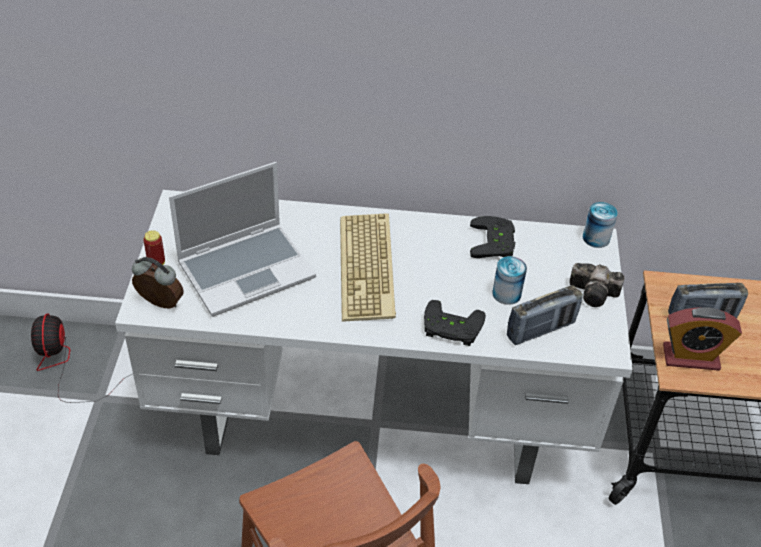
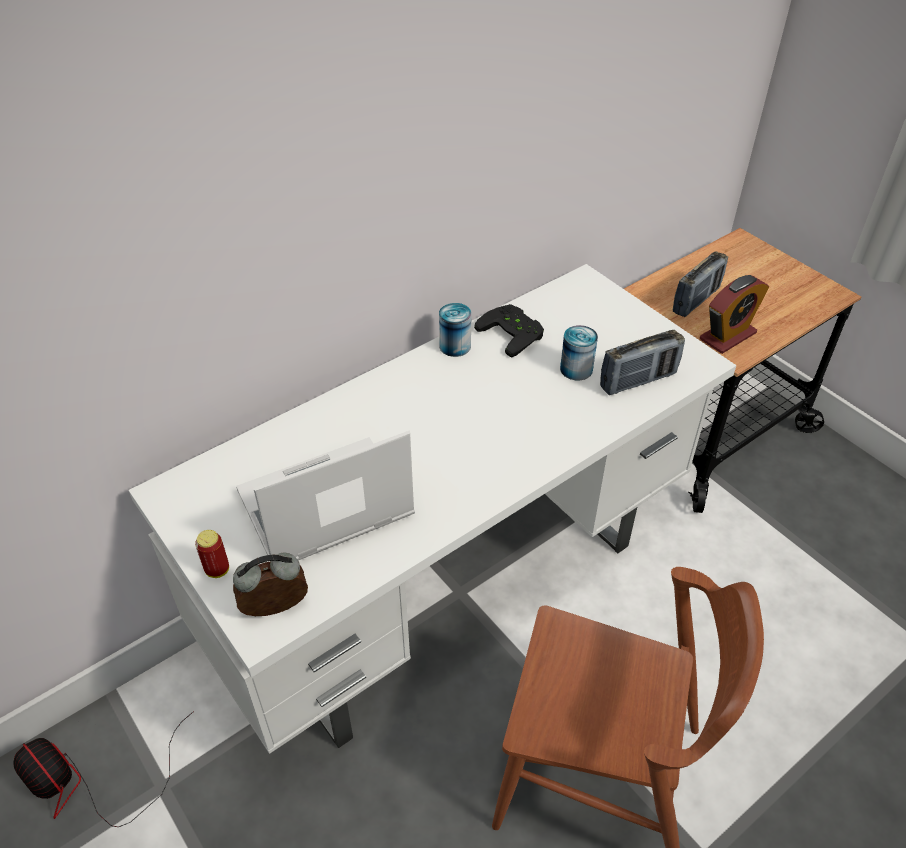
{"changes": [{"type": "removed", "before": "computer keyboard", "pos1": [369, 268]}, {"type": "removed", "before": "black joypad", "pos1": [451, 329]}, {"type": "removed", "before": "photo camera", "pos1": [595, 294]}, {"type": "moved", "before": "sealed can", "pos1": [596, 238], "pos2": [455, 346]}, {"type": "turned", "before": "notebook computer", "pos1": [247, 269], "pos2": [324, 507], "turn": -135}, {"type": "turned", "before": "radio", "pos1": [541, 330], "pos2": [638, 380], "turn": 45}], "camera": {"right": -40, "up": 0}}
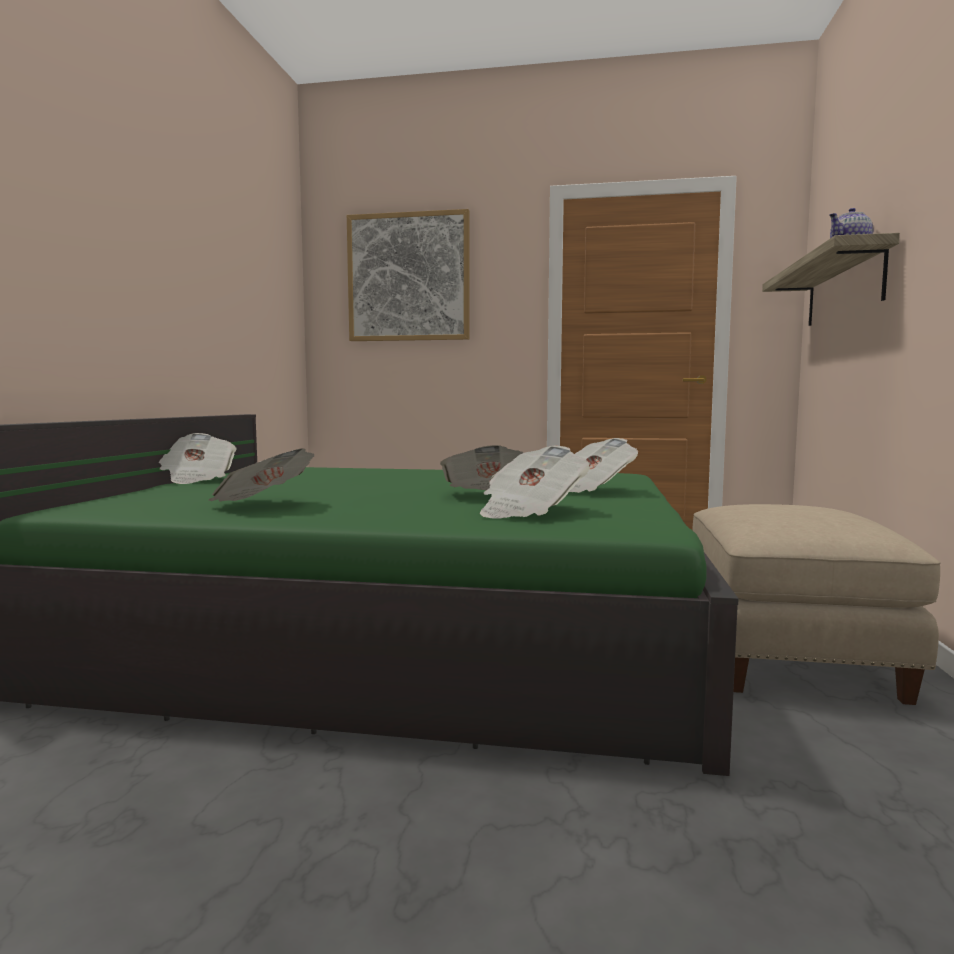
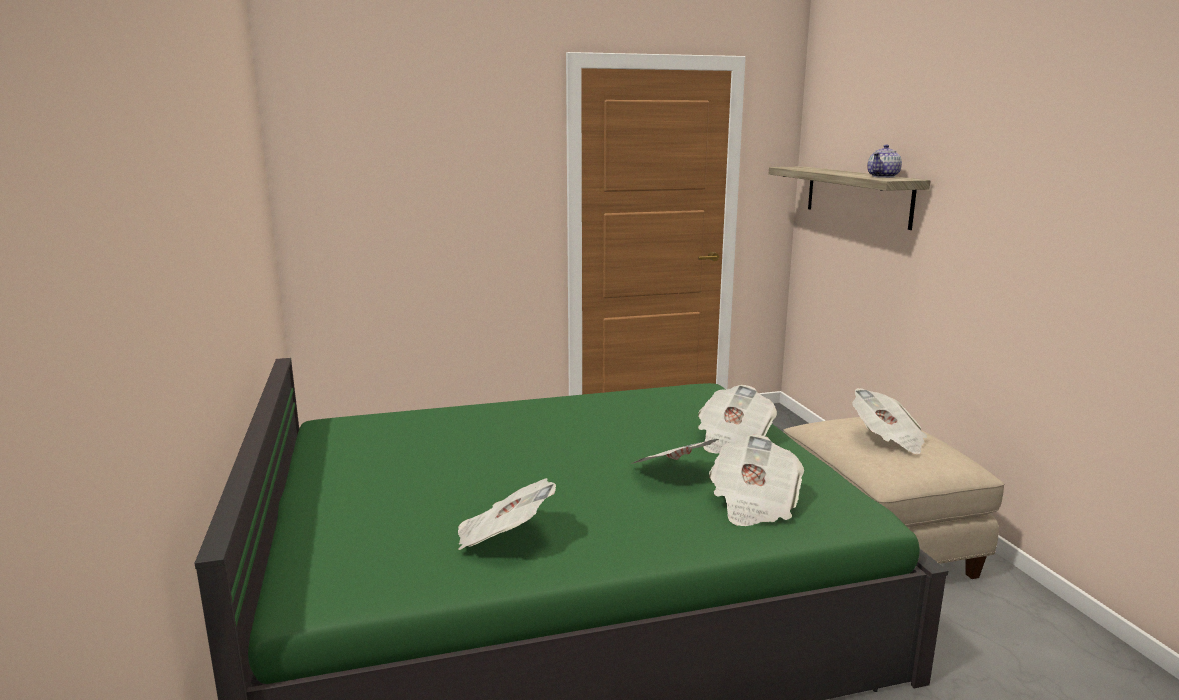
{"changes": [{"type": "removed", "before": "wall art", "pos1": [408, 277]}, {"type": "moved", "before": "printed paper", "pos1": [196, 479], "pos2": [888, 440]}], "camera": {"right": -25, "up": 10}}
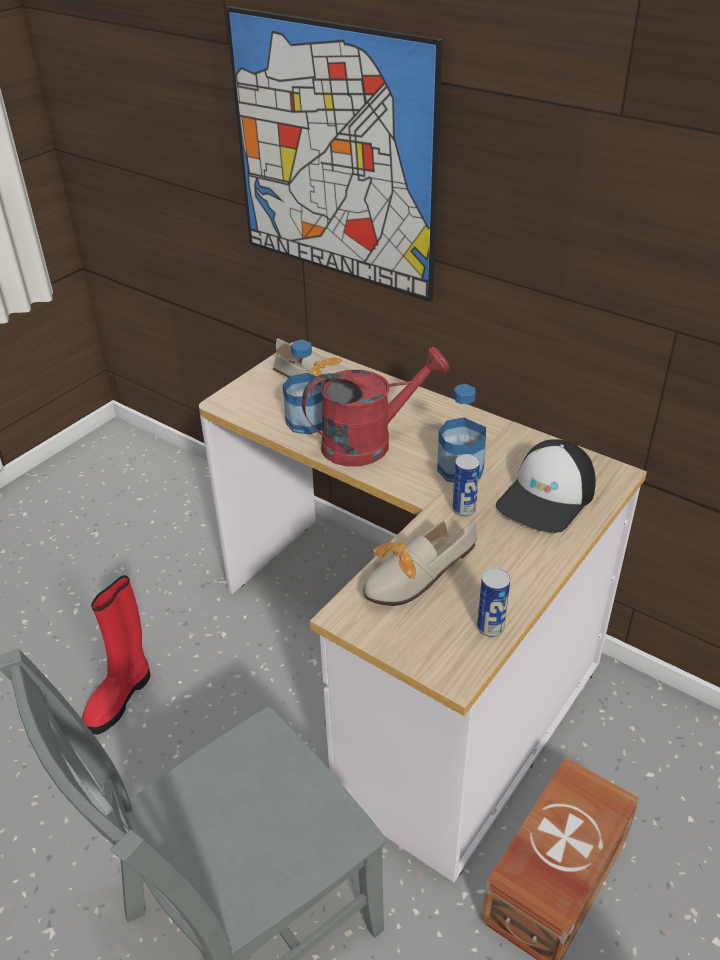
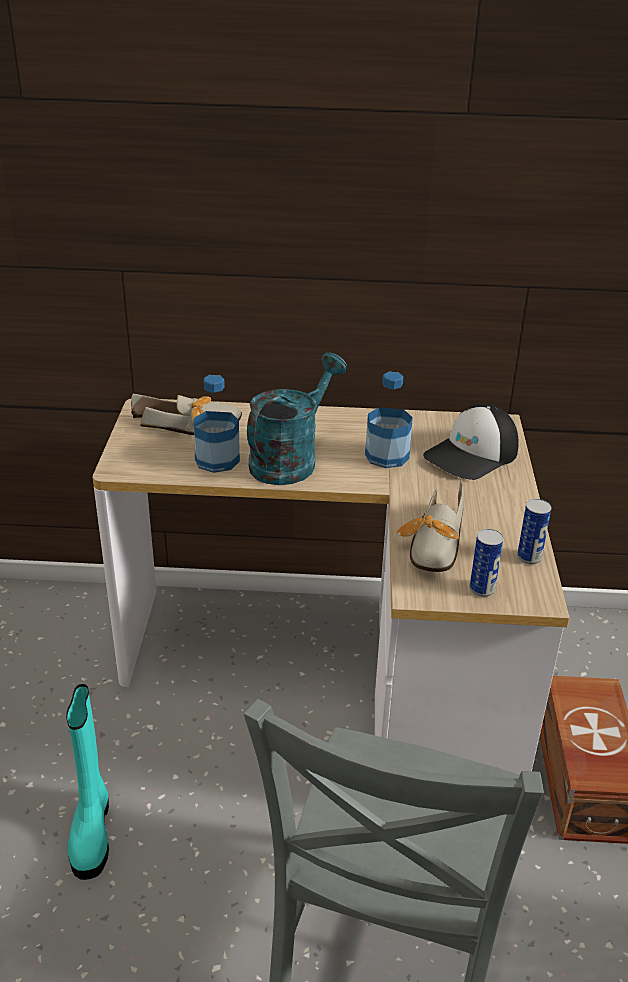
{"changes": [{"type": "removed", "before": "wall art", "pos1": [333, 156]}, {"type": "moved", "before": "sealed can", "pos1": [464, 509], "pos2": [482, 589]}, {"type": "recoloured", "before": "red-coloured high-top boot", "after": "turquoise-coloured high-top boot", "pos1": [120, 697], "pos2": [92, 831]}, {"type": "recoloured", "before": "red-coloured sprinkling can", "after": "turquoise-coloured sprinkling can", "pos1": [368, 442], "pos2": [290, 459]}, {"type": "turned", "before": "baseball cap", "pos1": [547, 498], "pos2": [472, 455], "turn": 45}], "camera": {"right": -35, "up": -5}}
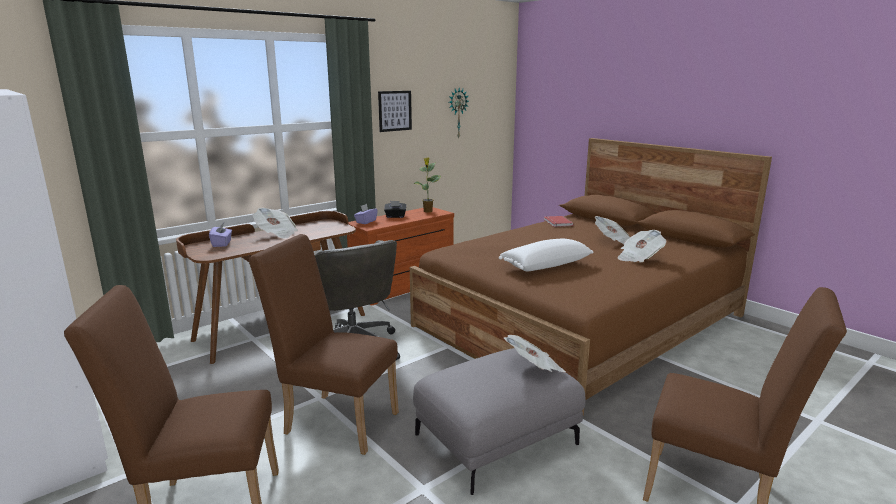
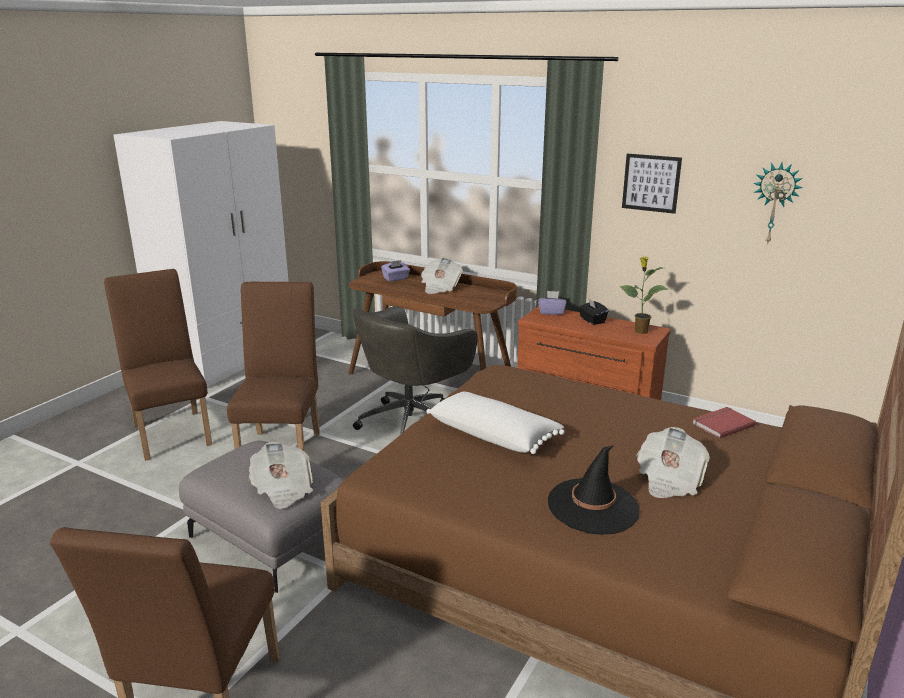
{"changes": [{"type": "replaced", "before": "printed paper", "after": "black hat", "pos1": [639, 258], "pos2": [593, 506]}], "camera": {"right": 70, "up": 5}}
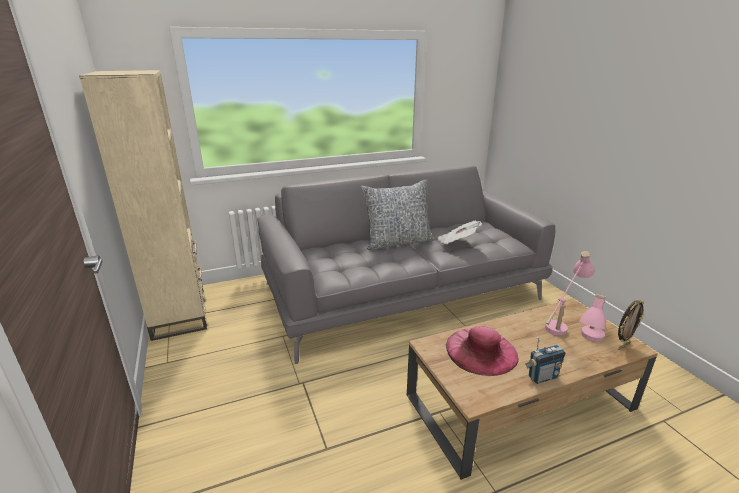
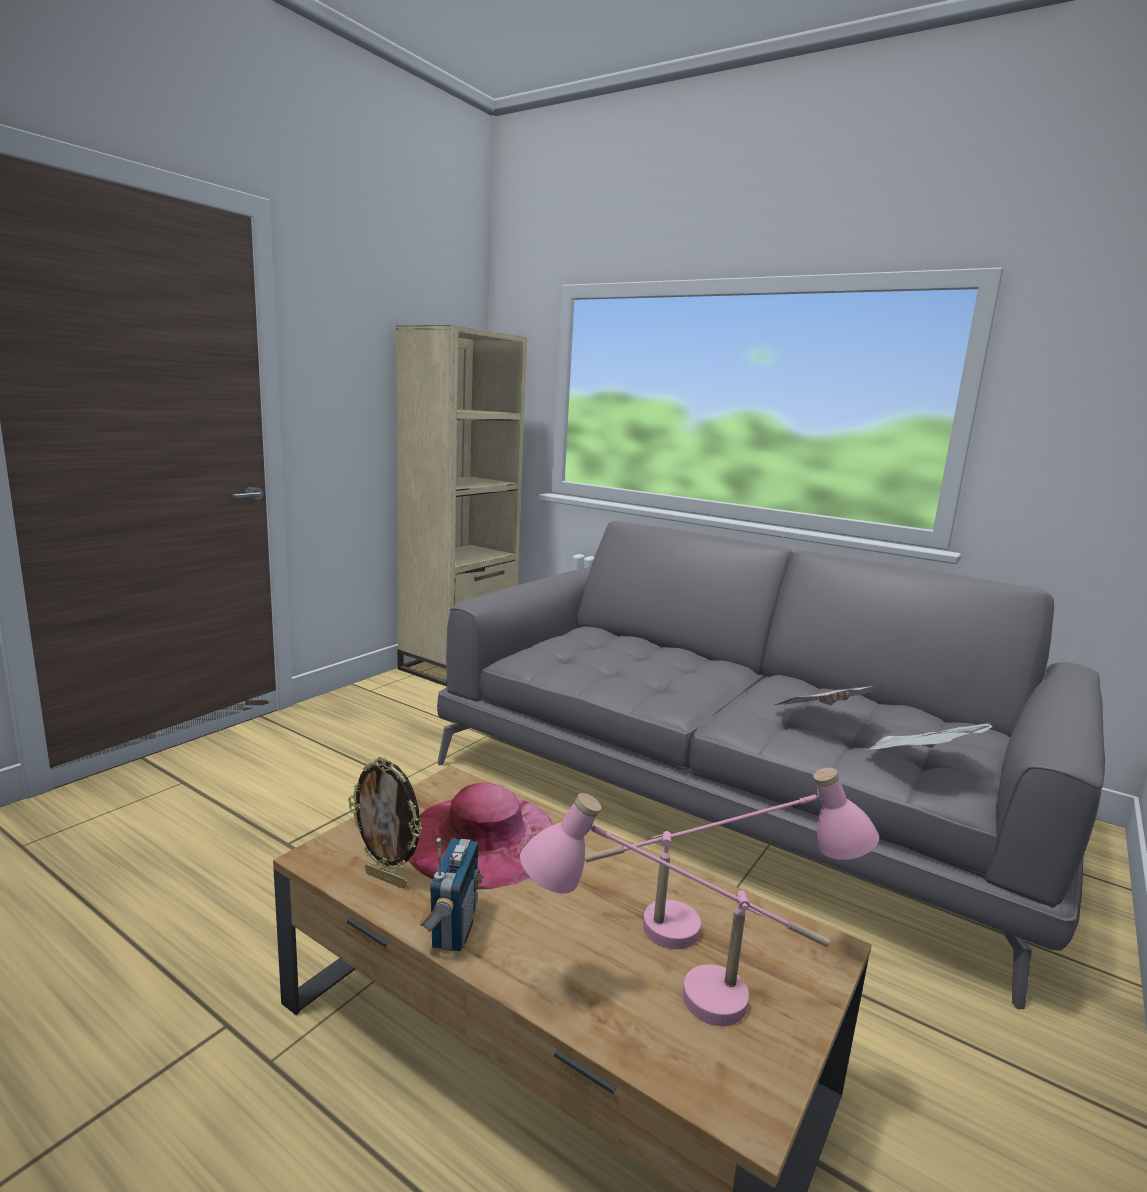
{"changes": [{"type": "removed", "before": "cushion", "pos1": [397, 242]}, {"type": "added", "after": "printed paper", "pos2": [919, 764]}, {"type": "moved", "before": "standing frame", "pos1": [622, 346], "pos2": [387, 879]}, {"type": "turned", "before": "radio", "pos1": [542, 377], "pos2": [452, 929], "turn": -120}], "camera": {"right": 55, "up": -10}}
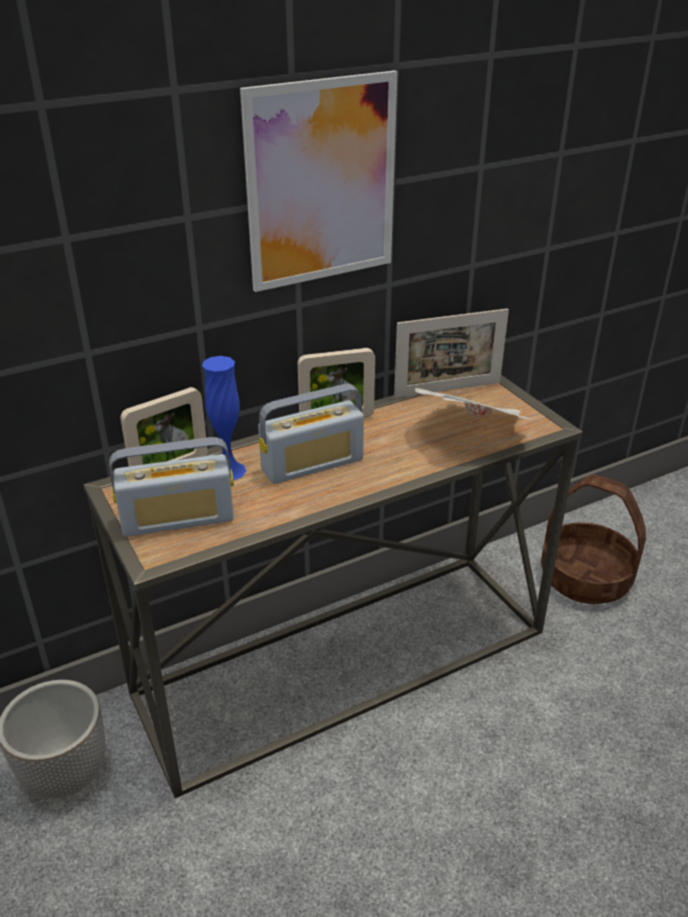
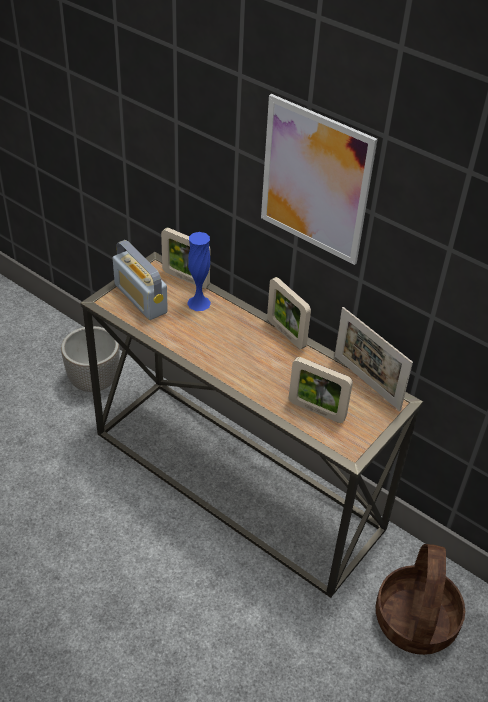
{"changes": [{"type": "removed", "before": "radio", "pos1": [312, 464]}, {"type": "replaced", "before": "printed paper", "after": "standing frame", "pos1": [475, 432], "pos2": [316, 411]}], "camera": {"right": 65, "up": 10}}
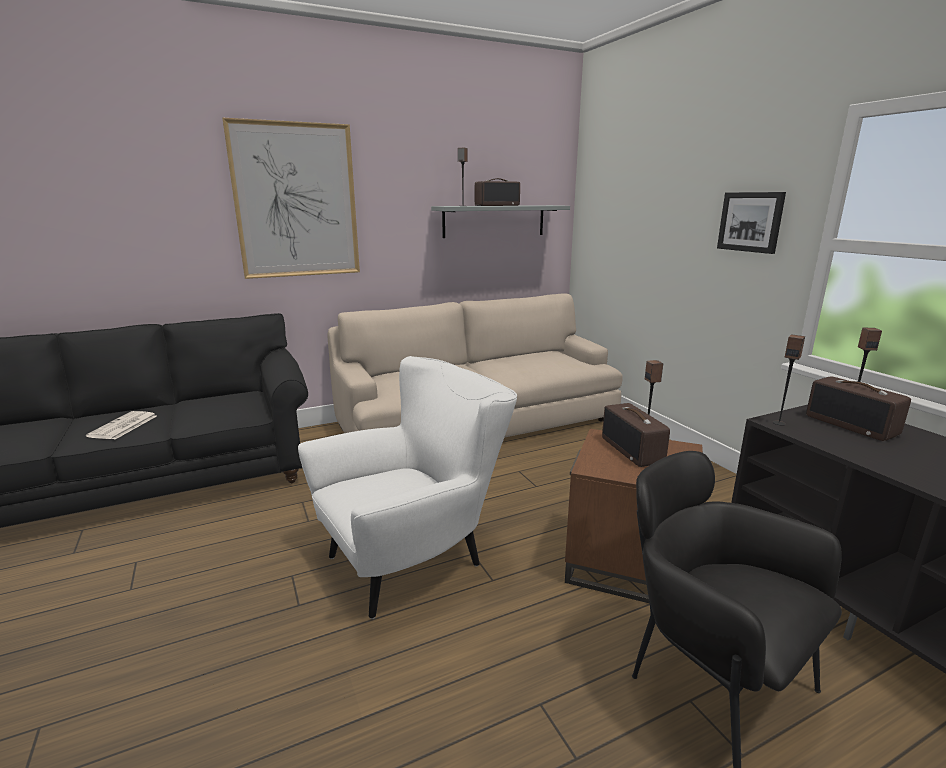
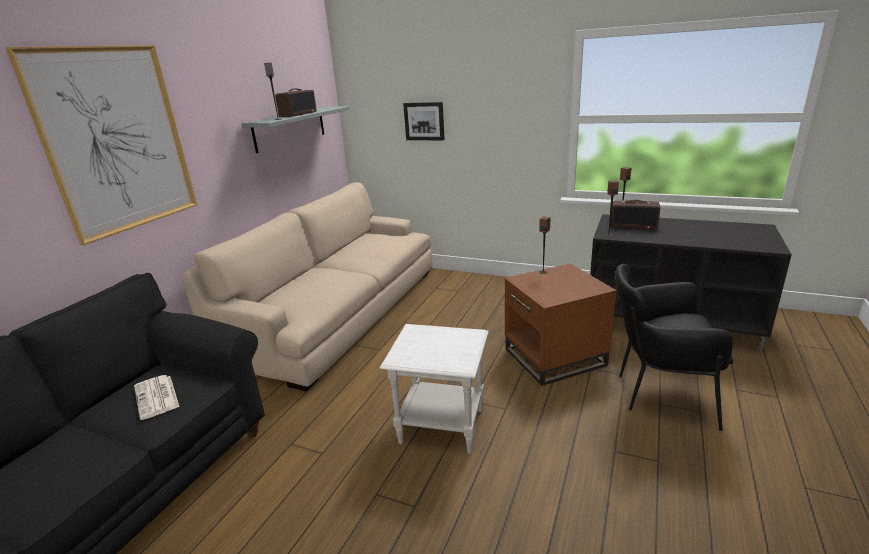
{"changes": [{"type": "removed", "before": "radio", "pos1": [633, 450]}, {"type": "moved", "before": "printed paper", "pos1": [123, 426], "pos2": [157, 397]}, {"type": "moved", "before": "wall art", "pos1": [750, 222], "pos2": [424, 121]}, {"type": "replaced", "before": "white armchair", "after": "white end table", "pos1": [415, 558], "pos2": [443, 426]}], "camera": {"right": -40, "up": 5}}
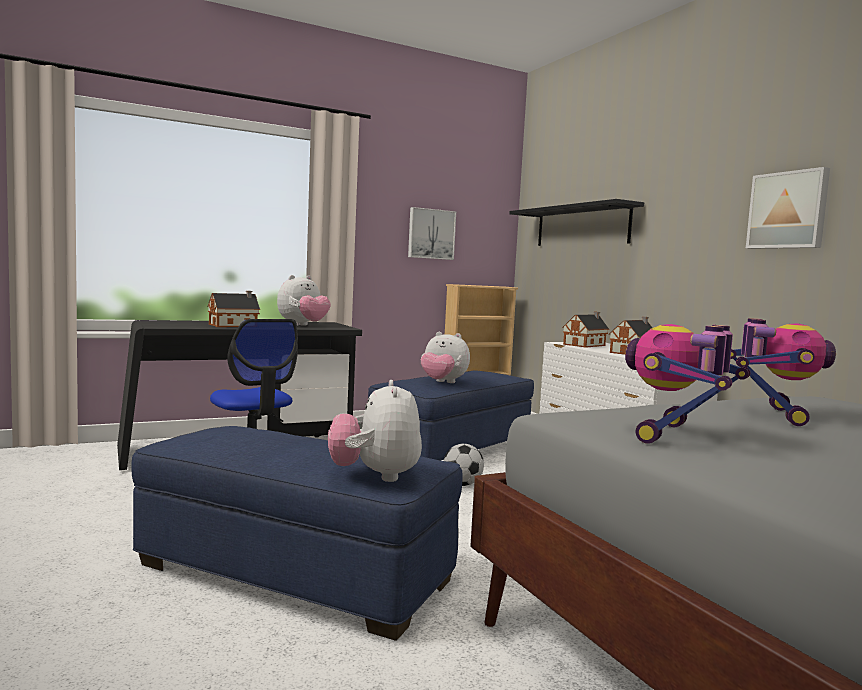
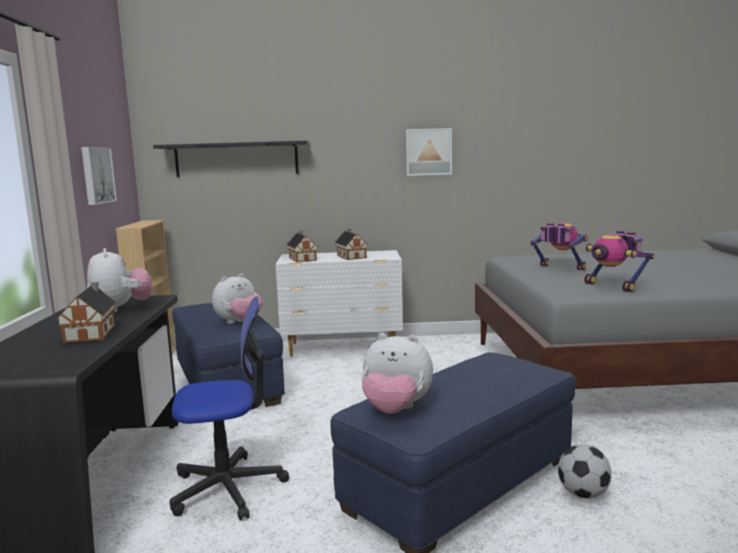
{"changes": [{"type": "moved", "before": "cuddly toy", "pos1": [375, 476], "pos2": [396, 410]}, {"type": "moved", "before": "ball for football", "pos1": [462, 484], "pos2": [582, 494]}], "camera": {"right": -65, "up": 5}}
